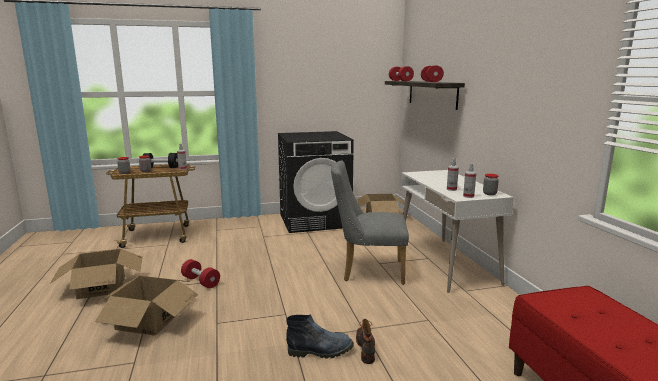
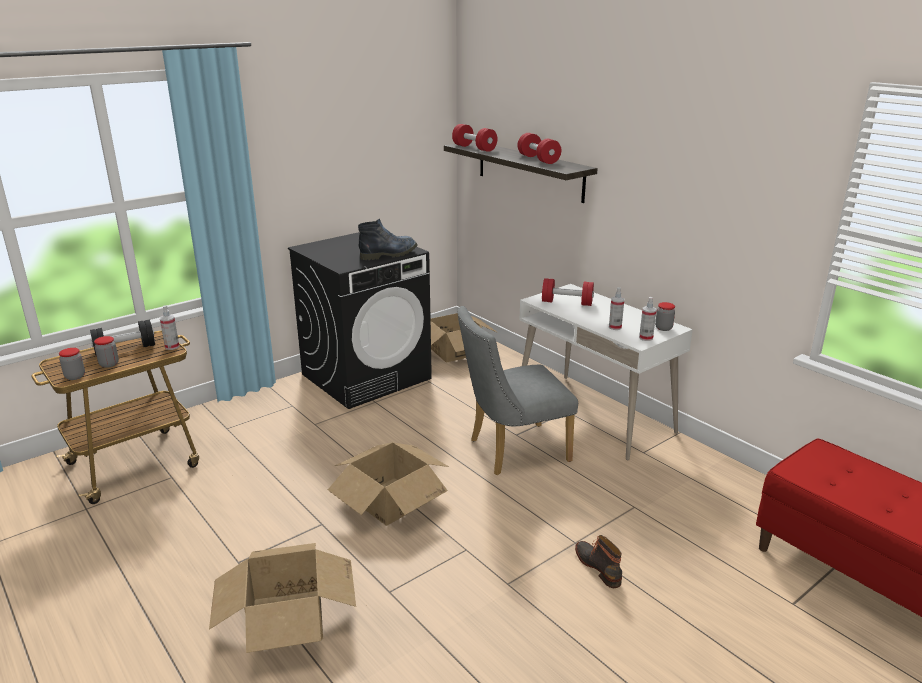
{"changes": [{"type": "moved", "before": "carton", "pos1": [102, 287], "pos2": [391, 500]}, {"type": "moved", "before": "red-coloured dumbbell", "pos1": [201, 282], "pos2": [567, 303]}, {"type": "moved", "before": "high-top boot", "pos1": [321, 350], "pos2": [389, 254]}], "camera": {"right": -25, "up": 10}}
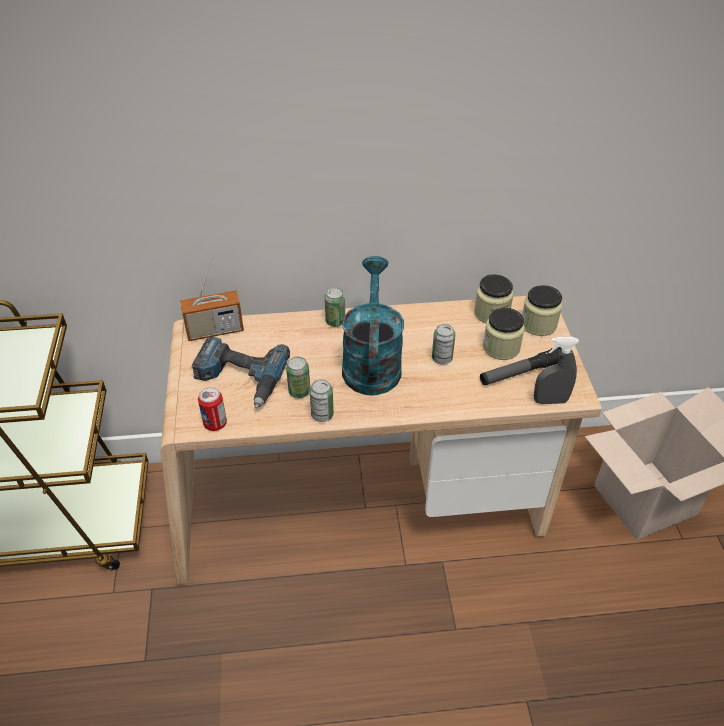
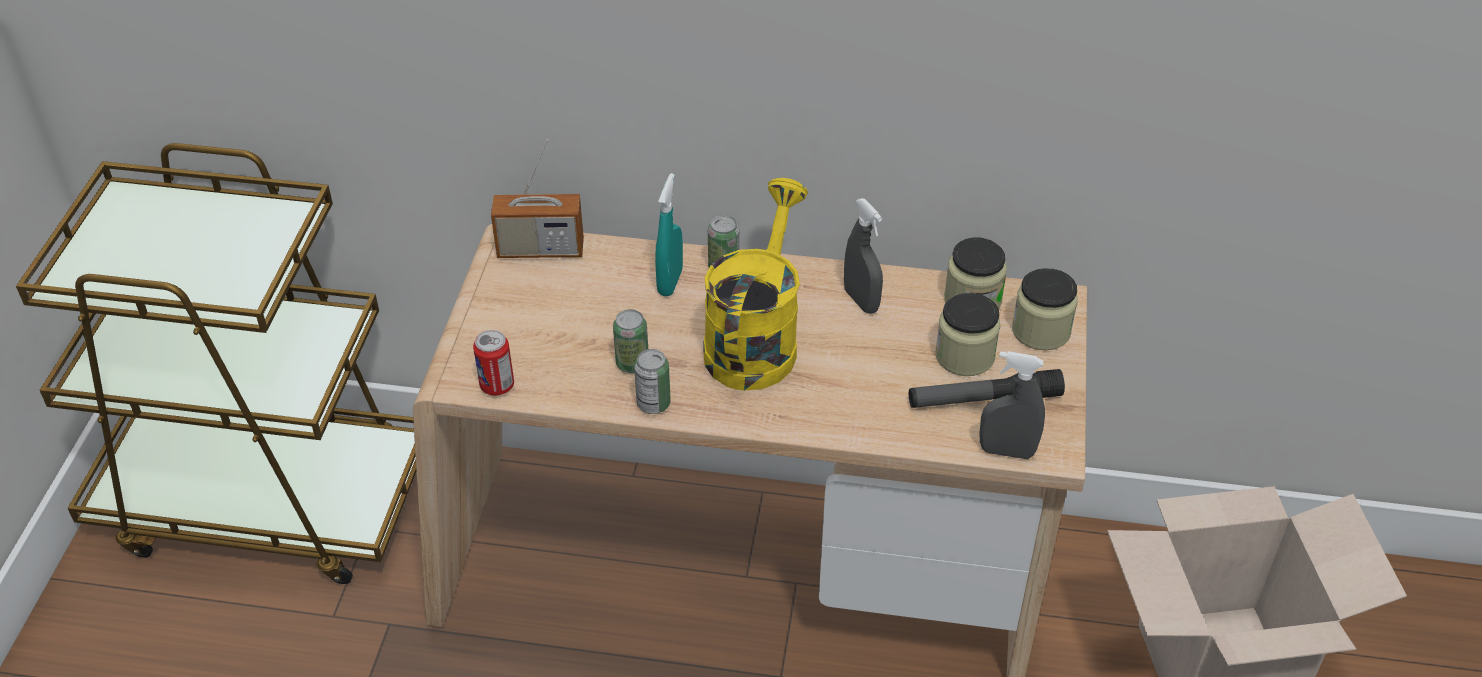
{"changes": [{"type": "removed", "before": "electric drill", "pos1": [239, 378]}, {"type": "removed", "before": "sealed can", "pos1": [442, 358]}, {"type": "added", "after": "turquoise-coloured sprayer", "pos2": [670, 282]}, {"type": "added", "after": "gray sprayer", "pos2": [861, 300]}, {"type": "recoloured", "before": "turquoise-coloured sprinkling can", "after": "yellowish sprinkling can", "pos1": [371, 362], "pos2": [755, 340]}], "camera": {"right": 15, "up": 0}}
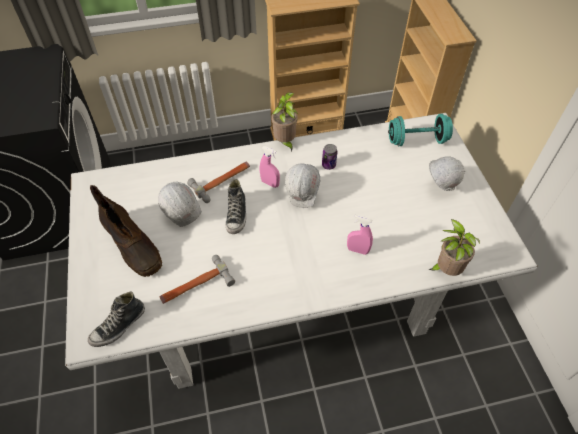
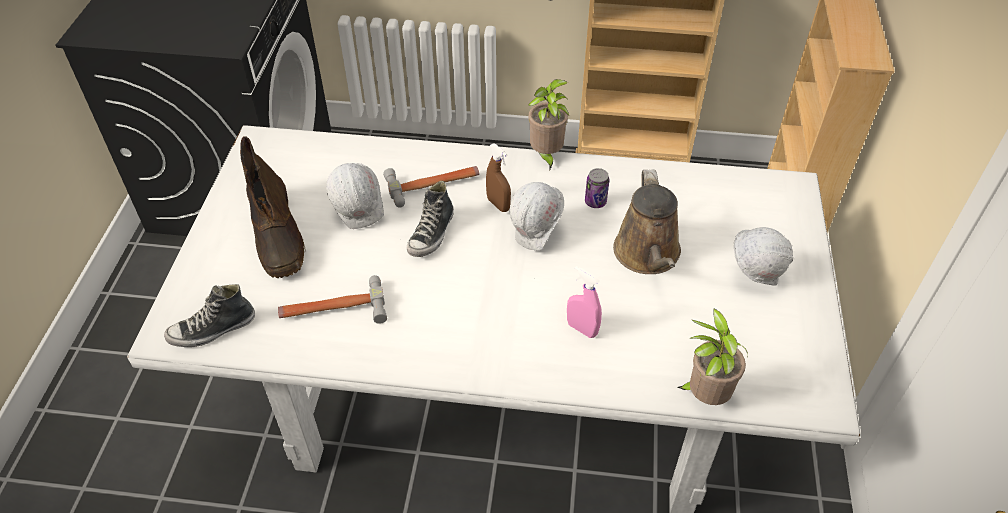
{"changes": [{"type": "removed", "before": "turquoise-coloured dumbbell", "pos1": [417, 140]}, {"type": "added", "after": "brownish sprinkling can", "pos2": [648, 255]}, {"type": "recoloured", "before": "pink sprayer", "after": "brownish sprayer", "pos1": [270, 183], "pos2": [498, 204]}], "camera": {"right": 20, "up": -5}}
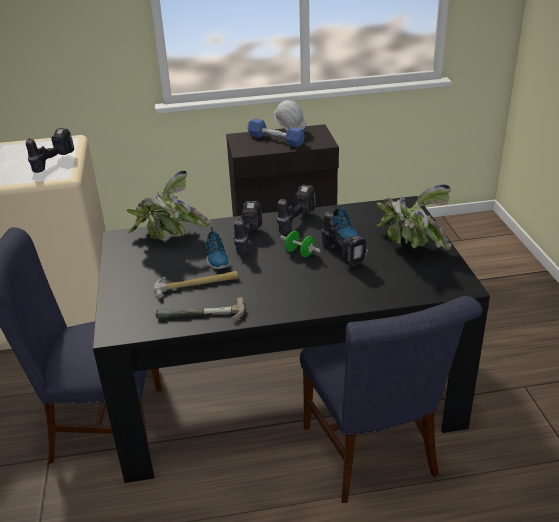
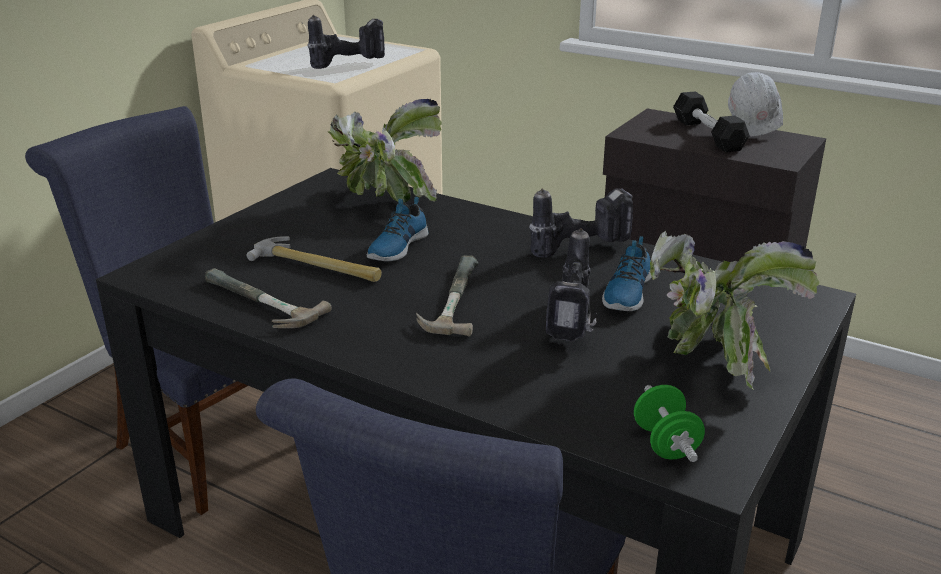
{"changes": [{"type": "removed", "before": "electric drill", "pos1": [246, 239]}, {"type": "added", "after": "tool hammer", "pos2": [448, 298]}, {"type": "moved", "before": "green dumbbell", "pos1": [300, 253], "pos2": [665, 444]}, {"type": "recoloured", "before": "blue-coloured dumbbell", "after": "black dumbbell", "pos1": [276, 140], "pos2": [707, 134]}], "camera": {"right": 40, "up": -5}}
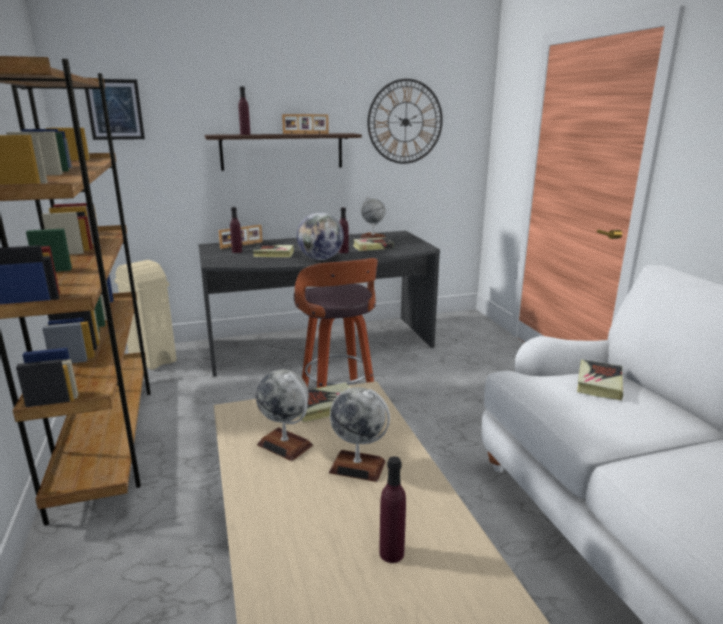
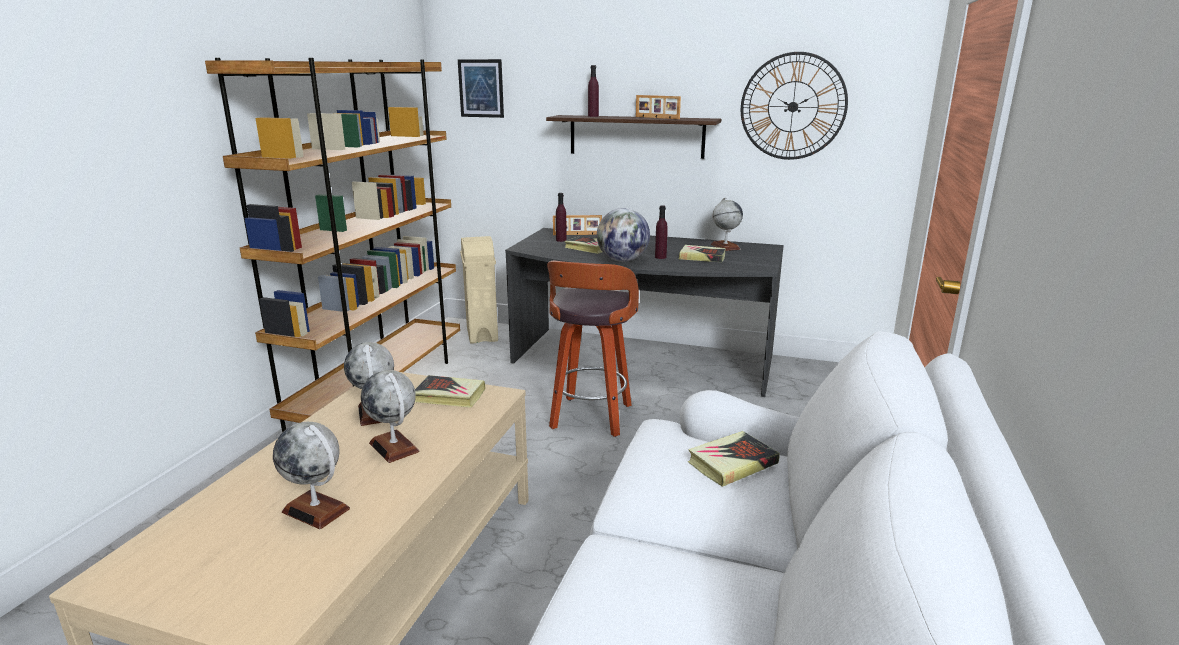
{"changes": [{"type": "replaced", "before": "purple-coloured beverage bottle", "after": "world globe", "pos1": [391, 553], "pos2": [316, 510]}], "camera": {"right": 35, "up": 0}}
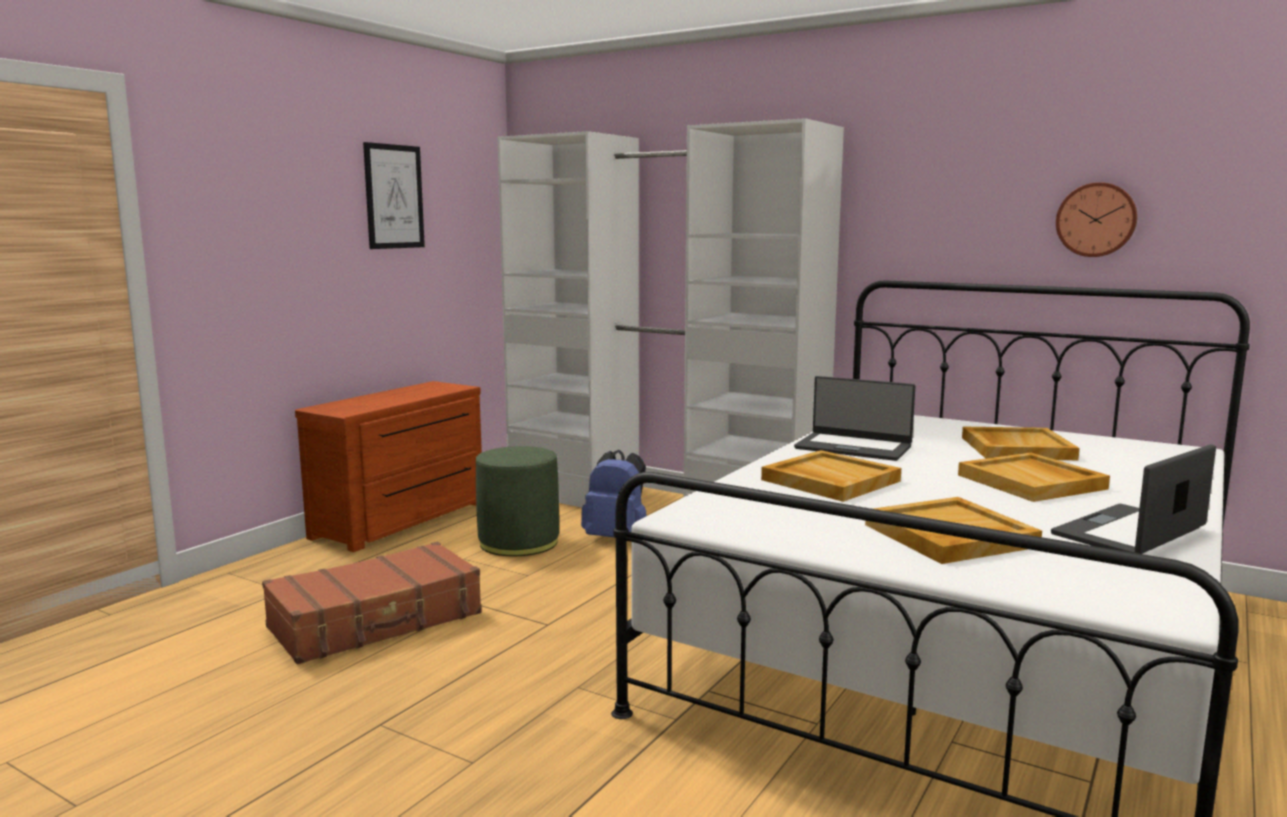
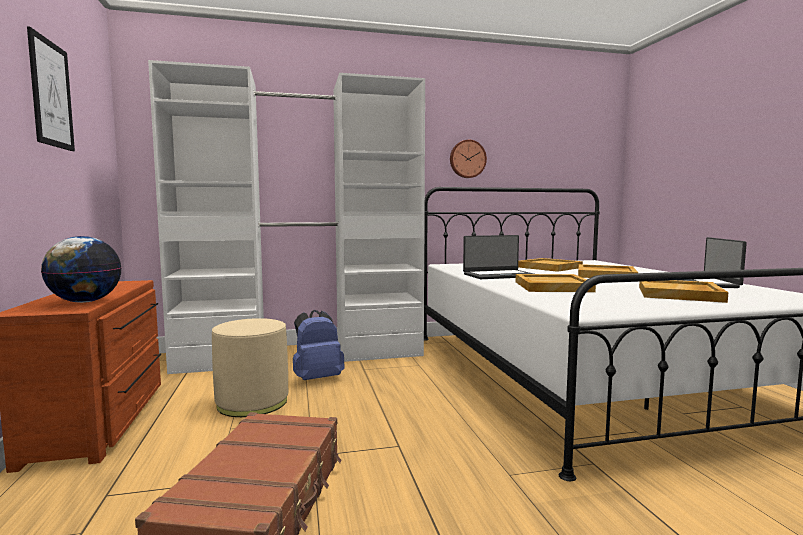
{"changes": [{"type": "added", "after": "world globe", "pos2": [85, 302]}, {"type": "moved", "before": "clock on the wall", "pos1": [1096, 220], "pos2": [467, 159]}, {"type": "recoloured", "before": "green pouffe", "after": "beige pouffe", "pos1": [519, 542], "pos2": [252, 402]}], "camera": {"right": -45, "up": -5}}
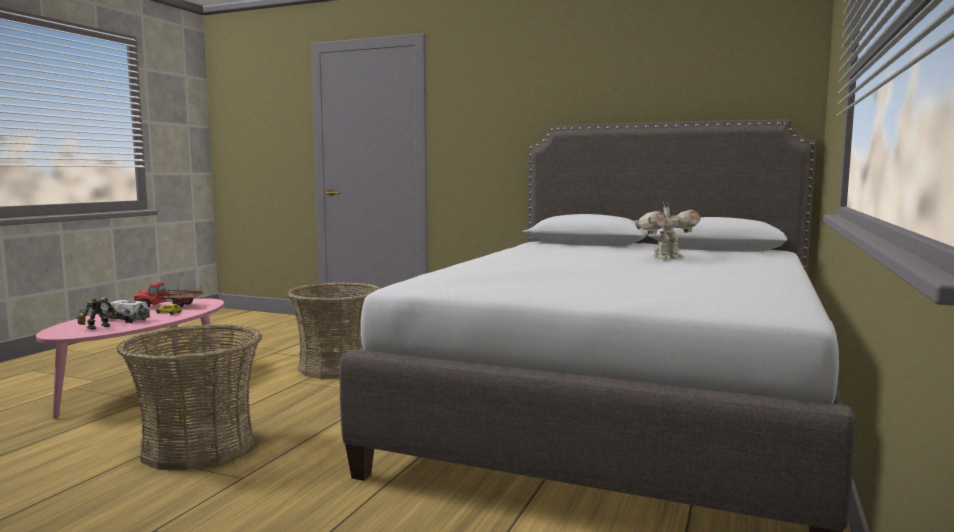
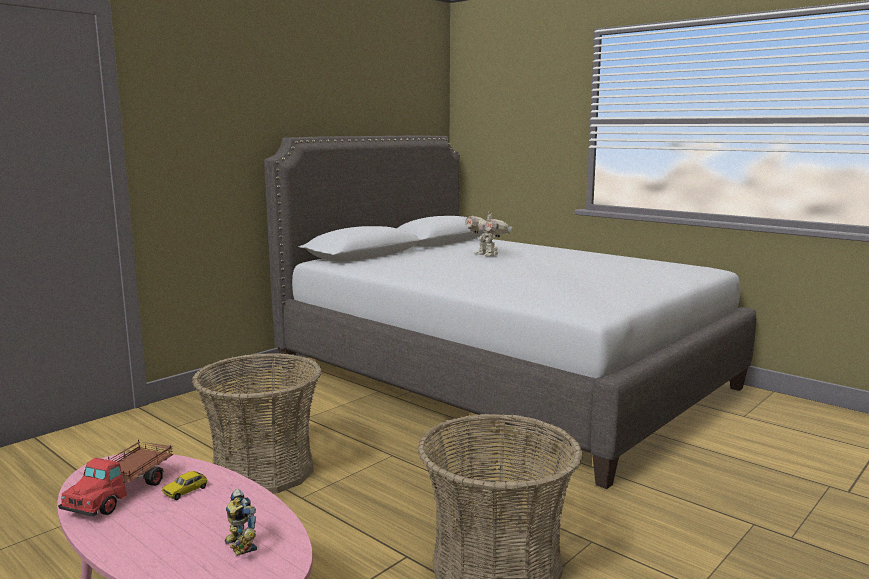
{"changes": [{"type": "removed", "before": "model truck", "pos1": [125, 320]}, {"type": "turned", "before": "model robot", "pos1": [666, 258], "pos2": [487, 255], "turn": 150}], "camera": {"right": -70, "up": 5}}
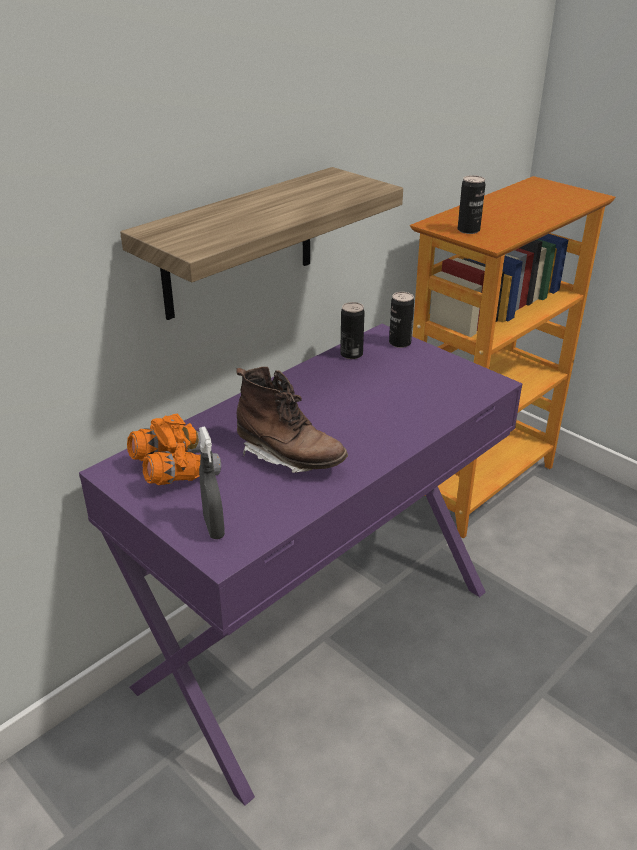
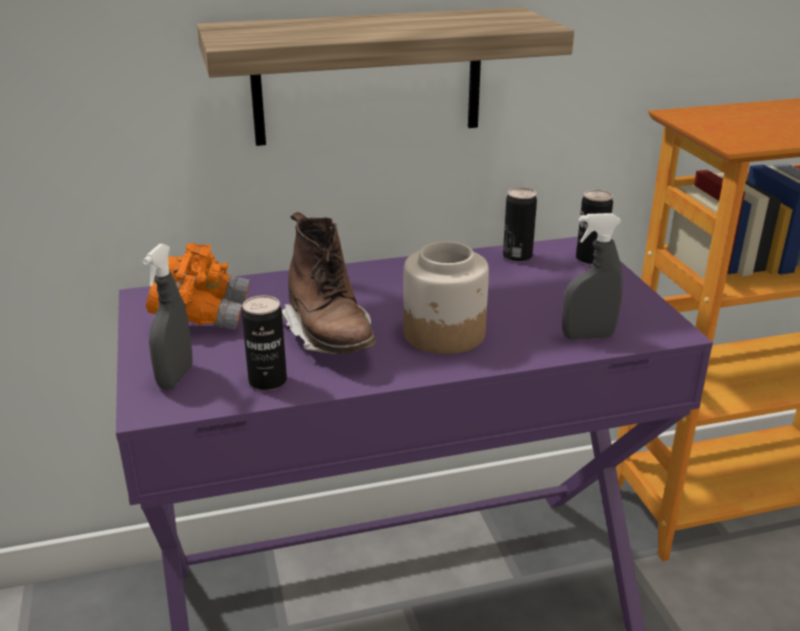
{"changes": [{"type": "added", "after": "jar", "pos2": [444, 334]}, {"type": "added", "after": "gray sprayer", "pos2": [587, 336]}, {"type": "moved", "before": "sealed can", "pos1": [468, 230], "pos2": [268, 381]}], "camera": {"right": 30, "up": -5}}
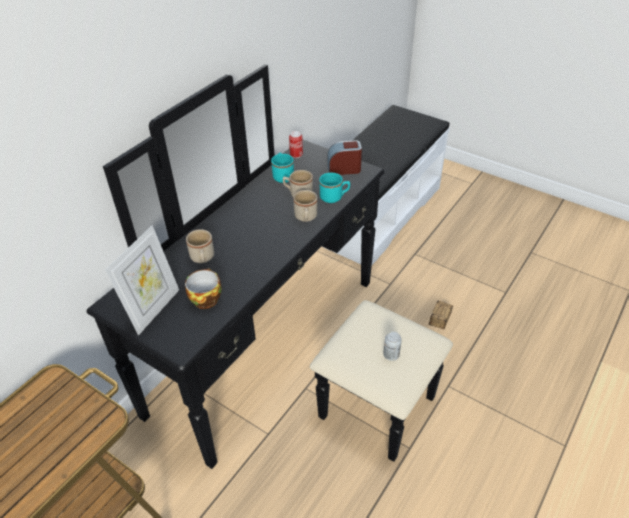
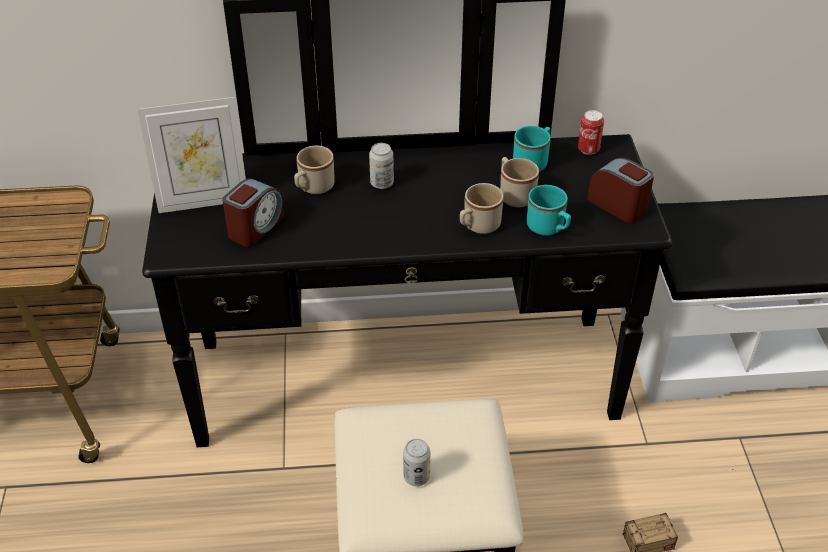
{"changes": [{"type": "added", "after": "sealed can", "pos2": [382, 183]}, {"type": "replaced", "before": "cup", "after": "bedside clock", "pos1": [205, 298], "pos2": [255, 227]}], "camera": {"right": 50, "up": 0}}
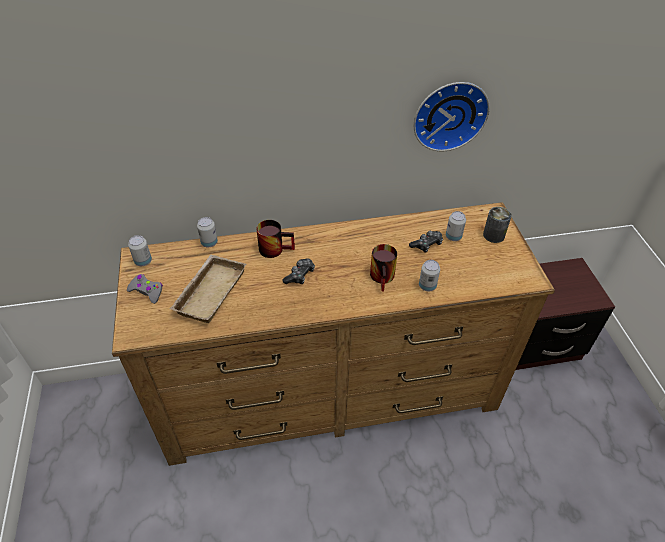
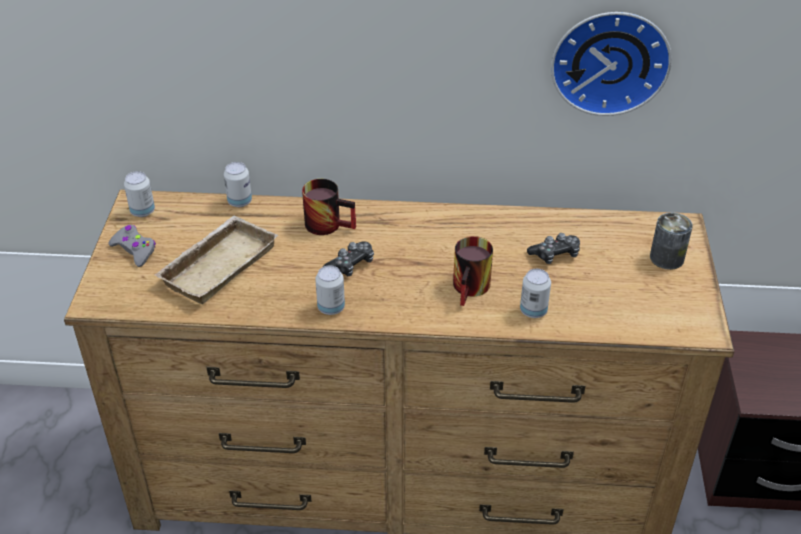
{"changes": [{"type": "moved", "before": "sealed can", "pos1": [453, 237], "pos2": [331, 308]}], "camera": {"right": 15, "up": -5}}
